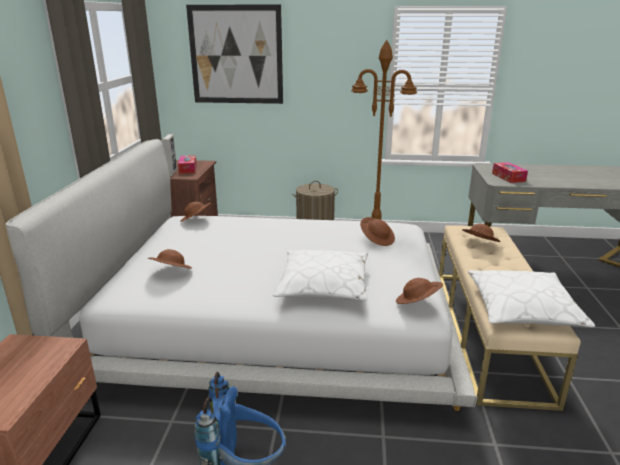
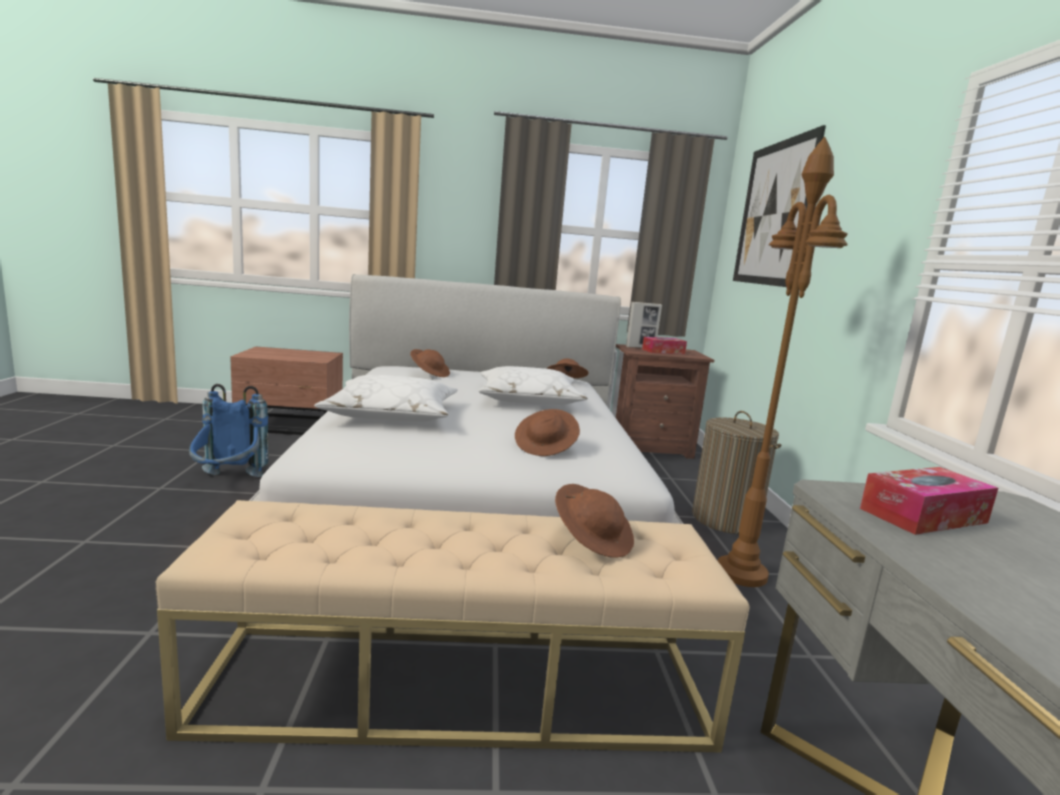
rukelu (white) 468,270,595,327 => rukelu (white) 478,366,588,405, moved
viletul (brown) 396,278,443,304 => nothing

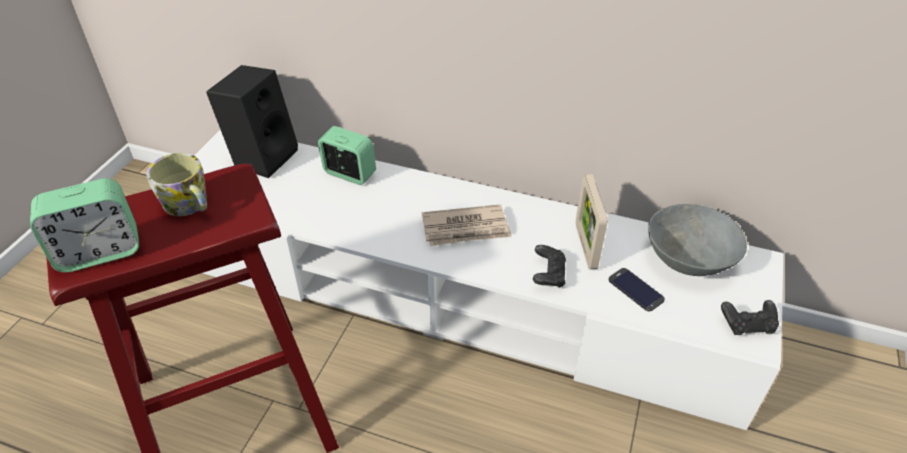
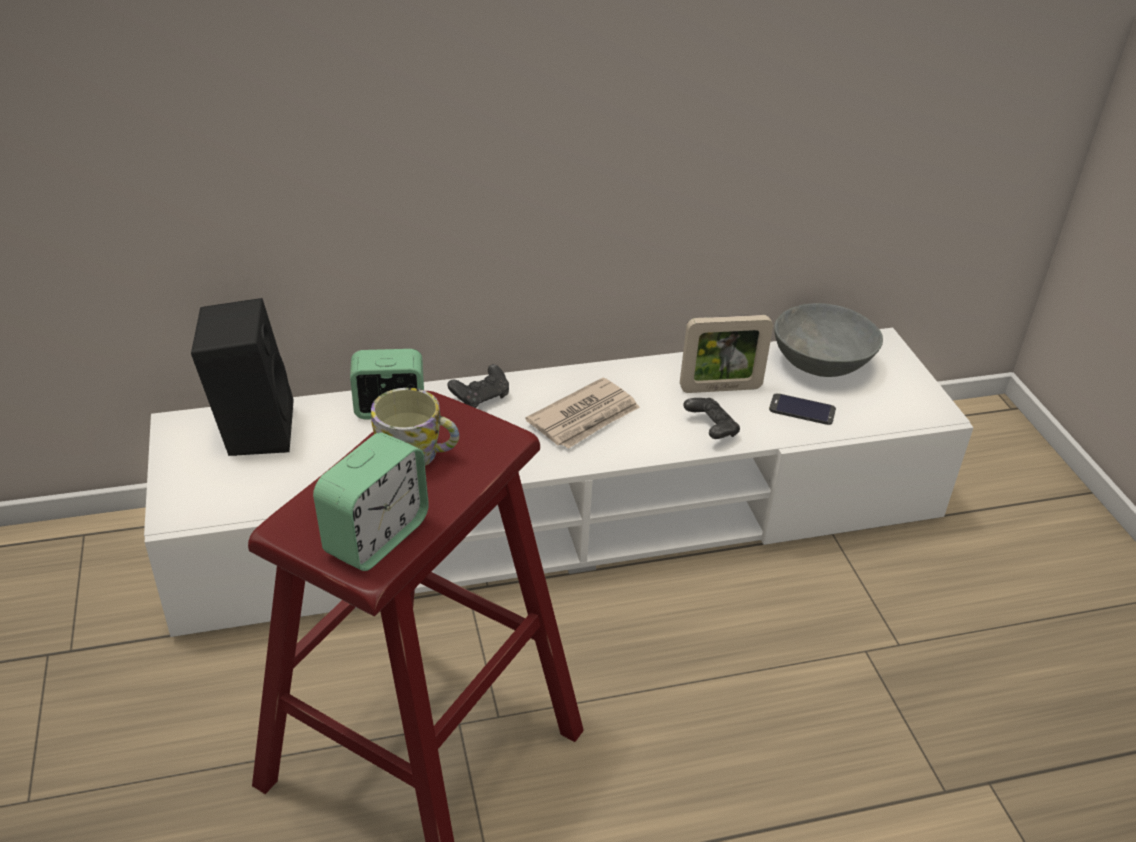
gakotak 576,173,607,269 => gakotak 680,315,773,393, 60 degrees counterclockwise
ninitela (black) 721,300,779,335 => ninitela (black) 447,364,509,408, moved

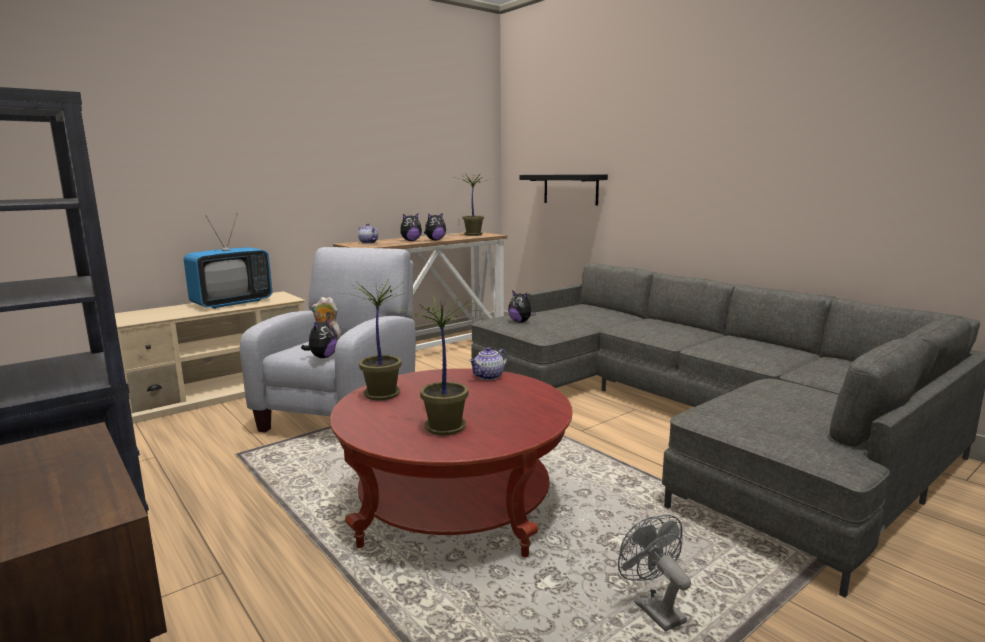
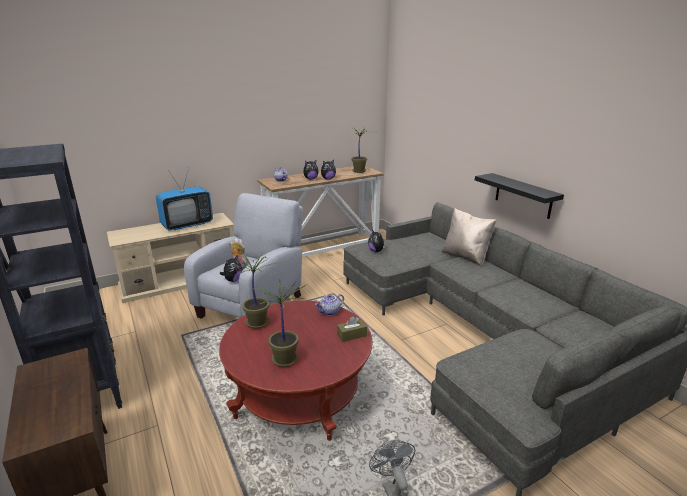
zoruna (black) 519,174,608,206 => zoruna (black) 475,173,564,219, moved
nothing => rukelu (beige) 441,208,496,266
nothing => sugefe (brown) 337,316,367,342

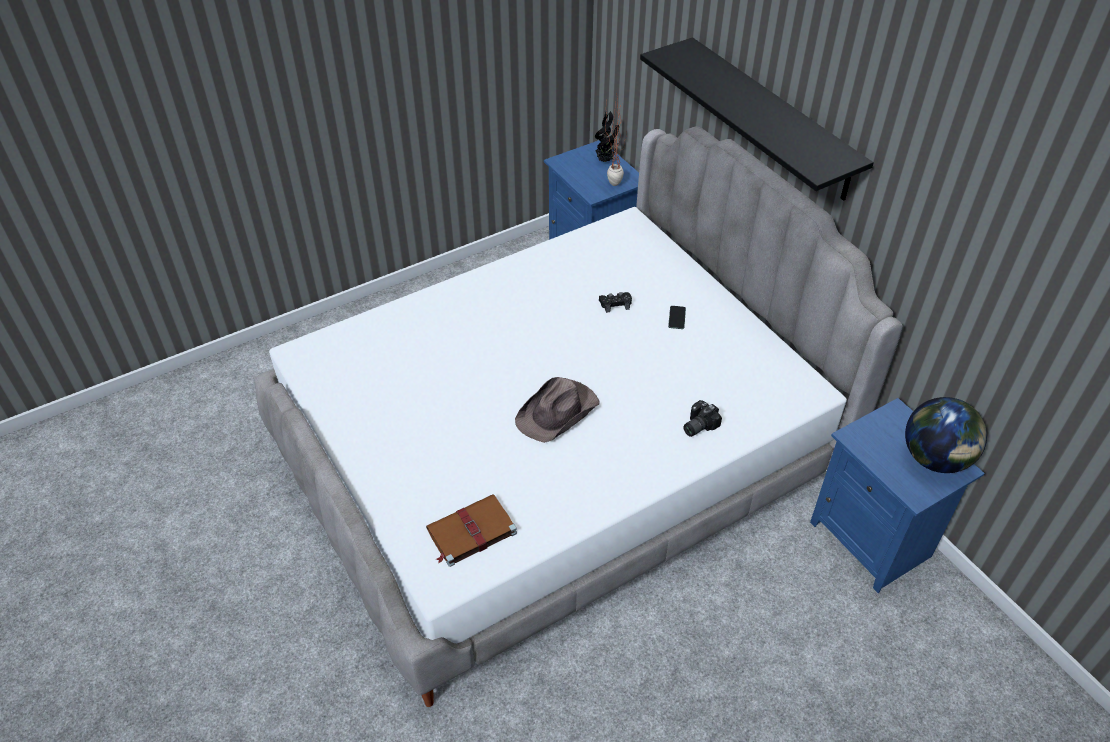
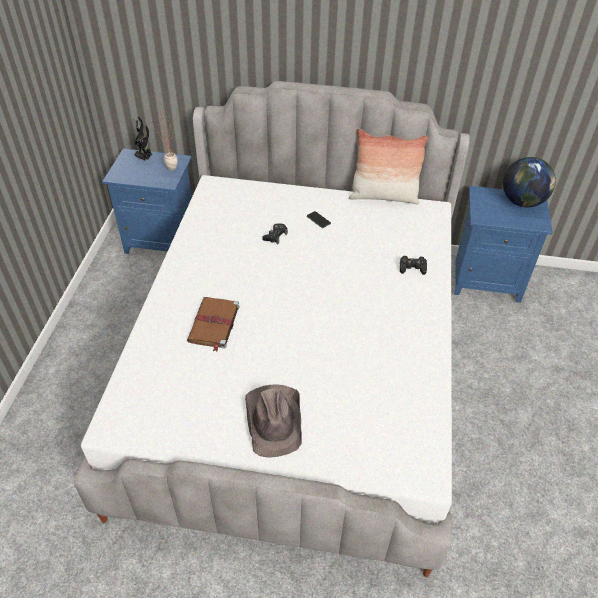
zoruna (black) 640,37,874,201 => nothing
viletul (brown) 515,377,600,443 => viletul (brown) 245,384,302,458, moved
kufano 683,400,722,437 => ninitela (black) 400,256,427,275
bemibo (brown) 426,494,517,567 => bemibo (brown) 187,297,239,351, moved
nothing => rukelu 349,128,428,204

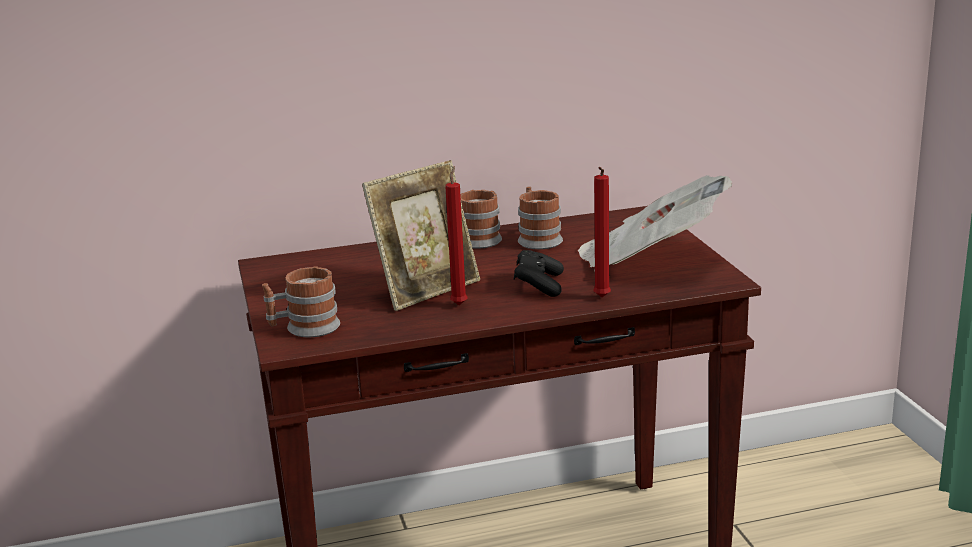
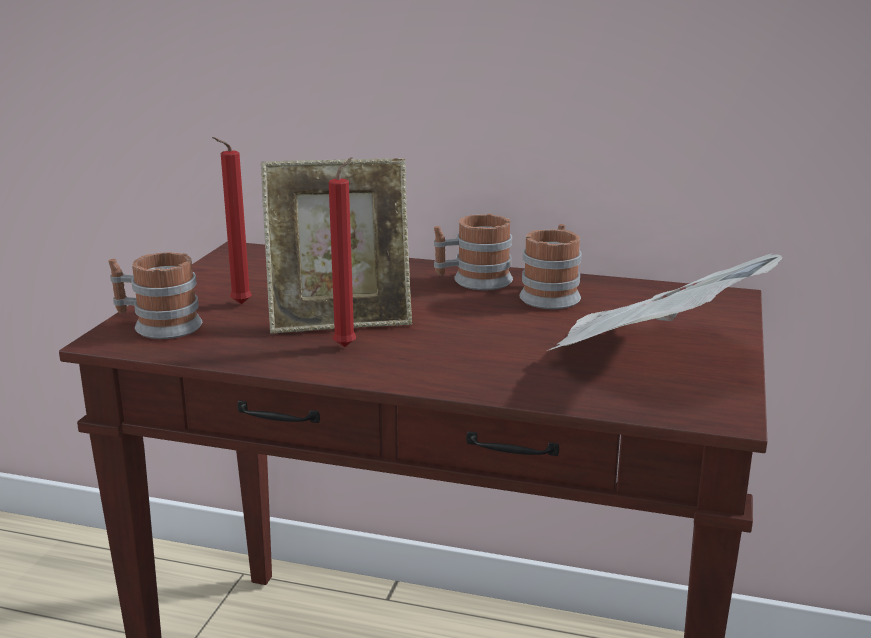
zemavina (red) 594,167,611,297 => zemavina (red) 212,137,252,304, moved
ninitela (black) 513,250,564,297 => nothing

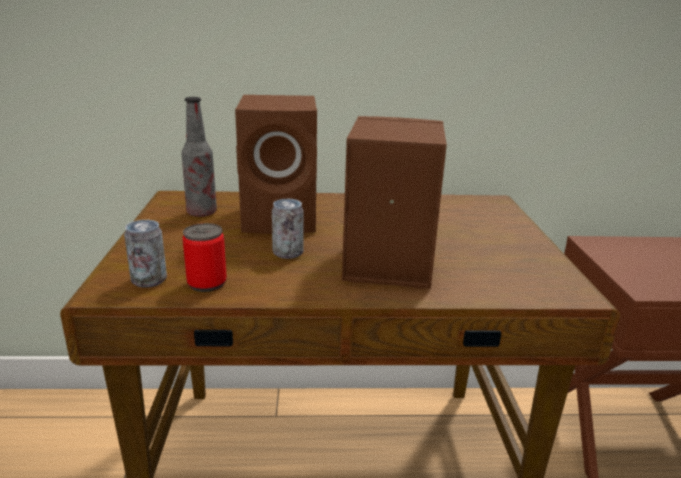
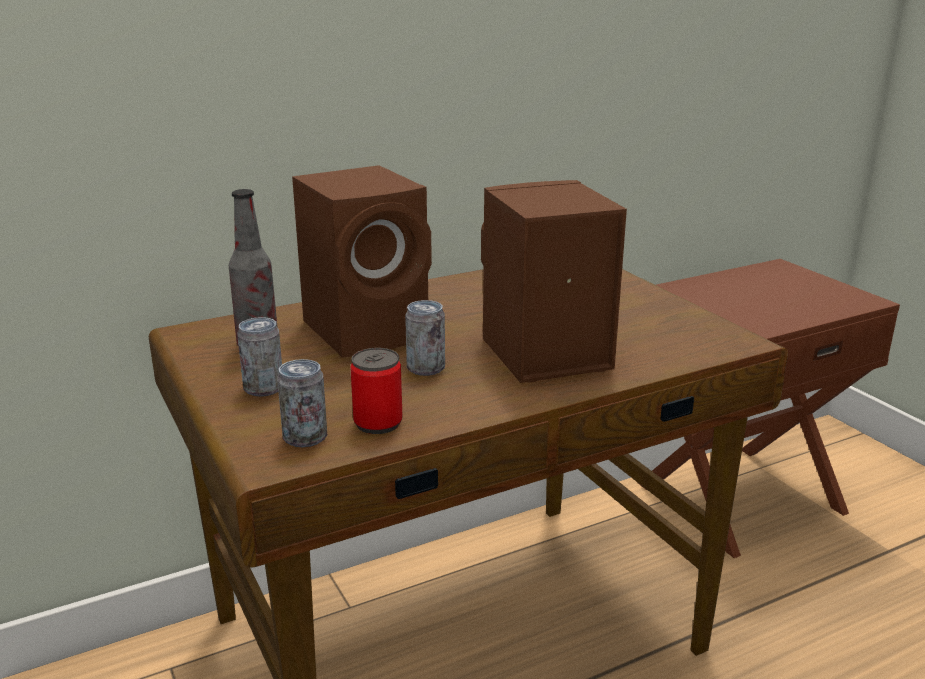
nothing => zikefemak 237,317,282,397

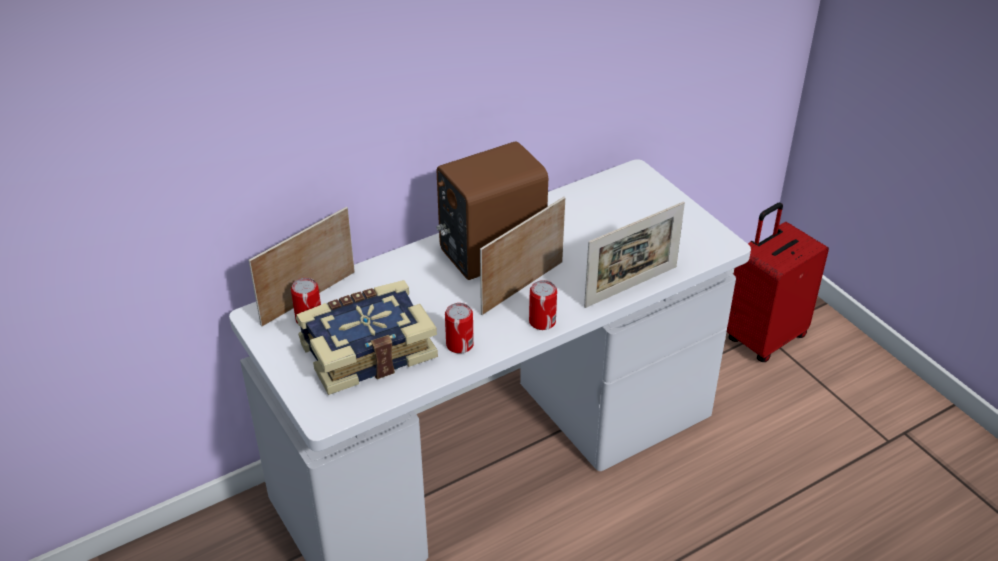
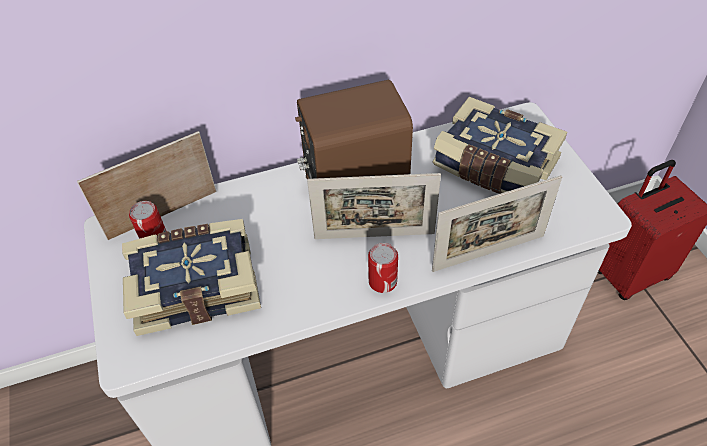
gakotak 480,197,565,315 => gakotak 307,173,441,239, 150 degrees counterclockwise
zikefemak 445,303,474,354 => nothing
nothing => bemibo 433,97,567,194

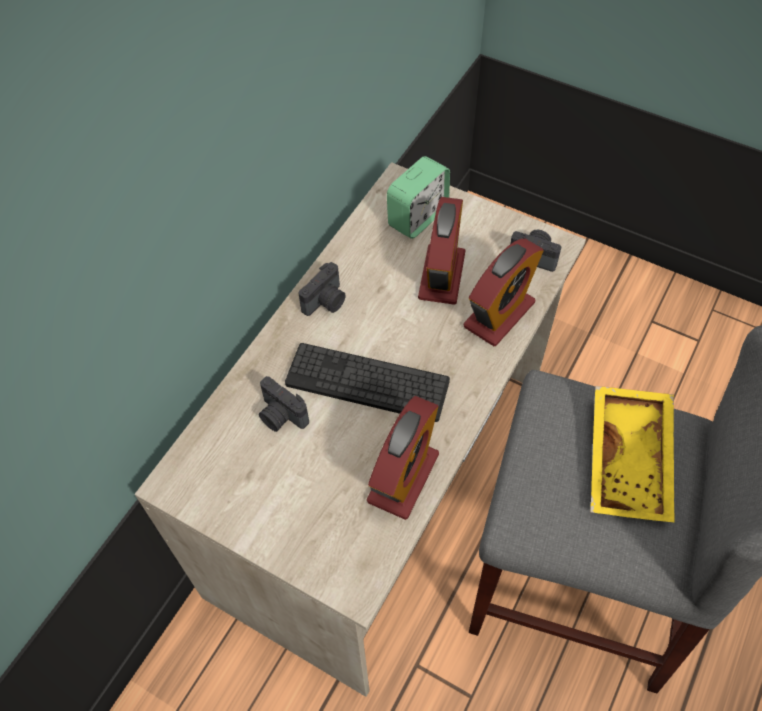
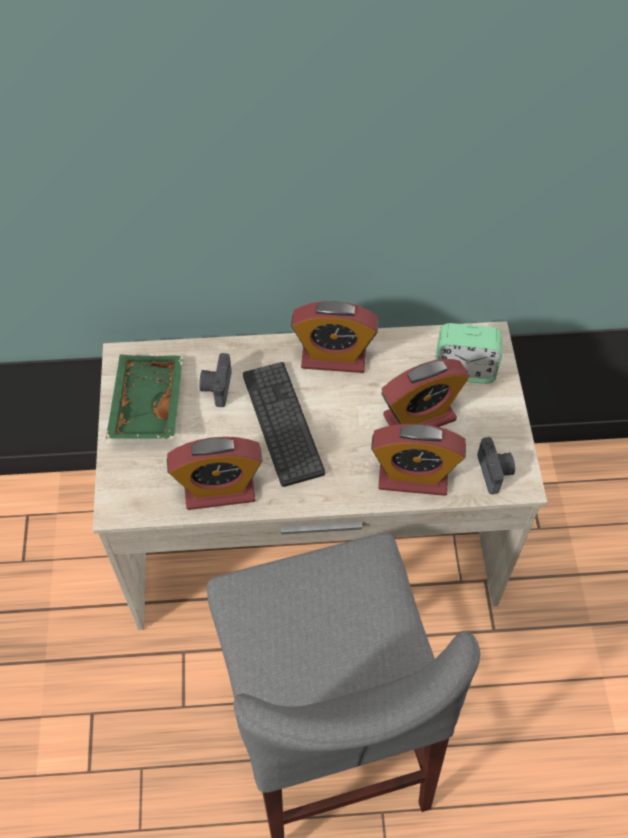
kufano 299,262,346,316 => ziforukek 291,301,379,373
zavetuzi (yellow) 591,386,674,522 => nothing
nothing => zavetuzi (green) 106,355,183,439

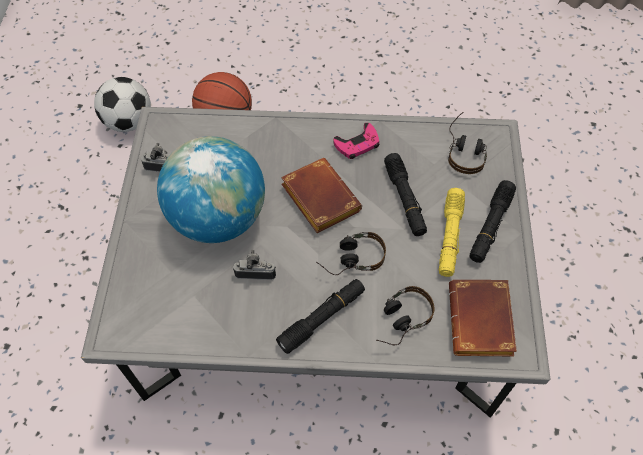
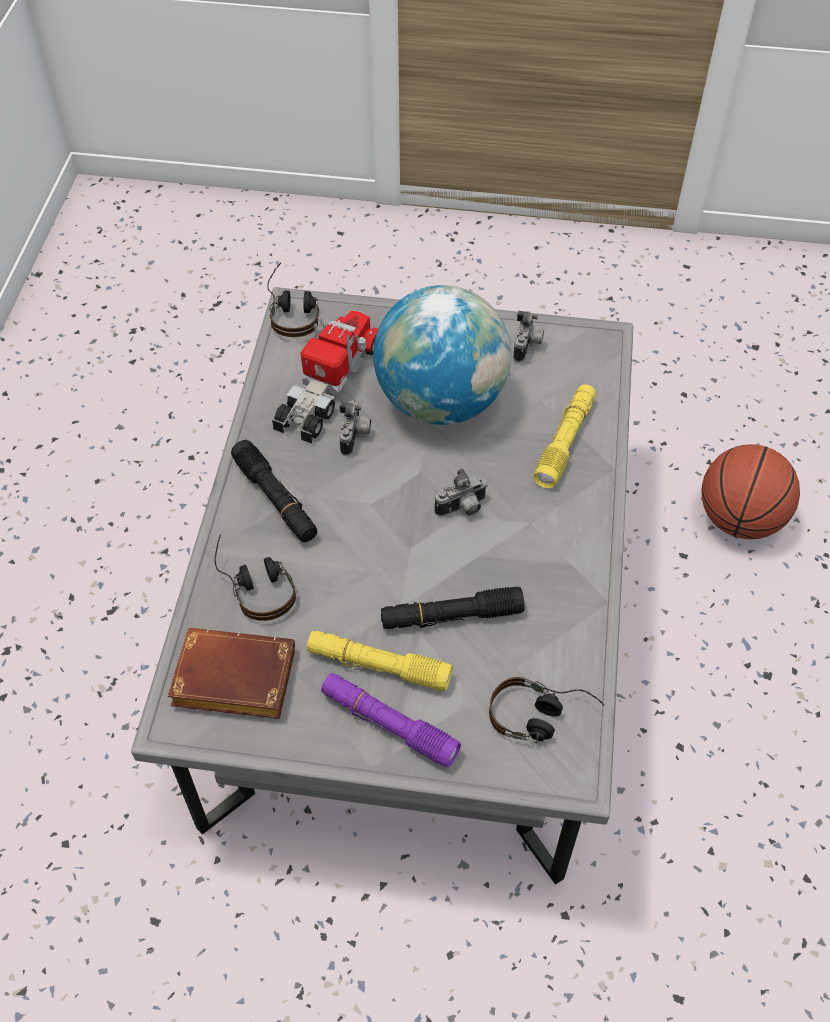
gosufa 94,77,151,132 => nothing
ninitela (pink) 333,123,379,159 => nothing
bemibo (brown) 281,158,362,233 => kufano 435,468,487,517
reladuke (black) 469,180,516,263 => reladuke (purple) 321,673,461,767
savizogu 316,232,386,275 => savizogu 267,263,319,337, moved
nothing => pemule 272,310,378,444
nothing => reladuke (yellow) 533,384,596,488

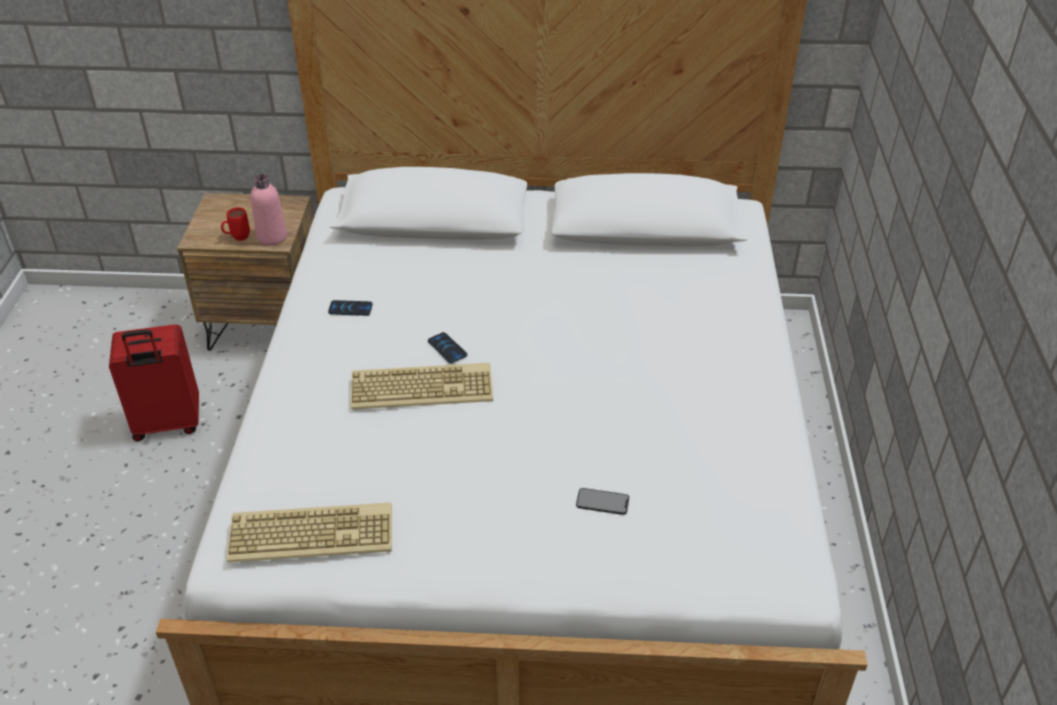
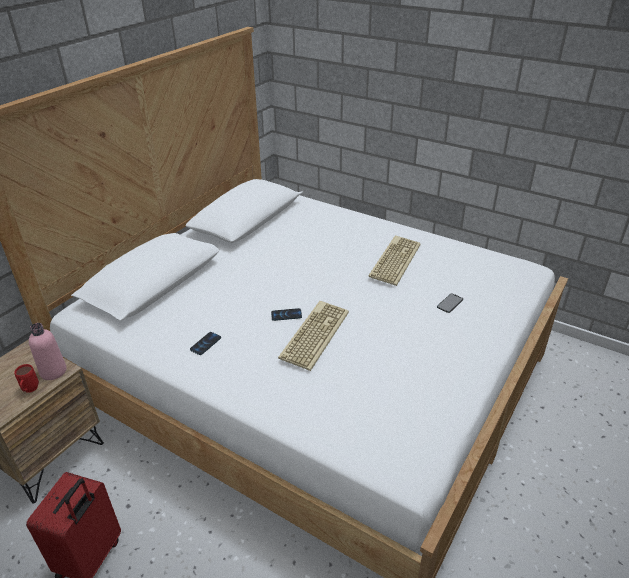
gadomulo 227,502,392,563 => gadomulo 368,236,421,286, moved

